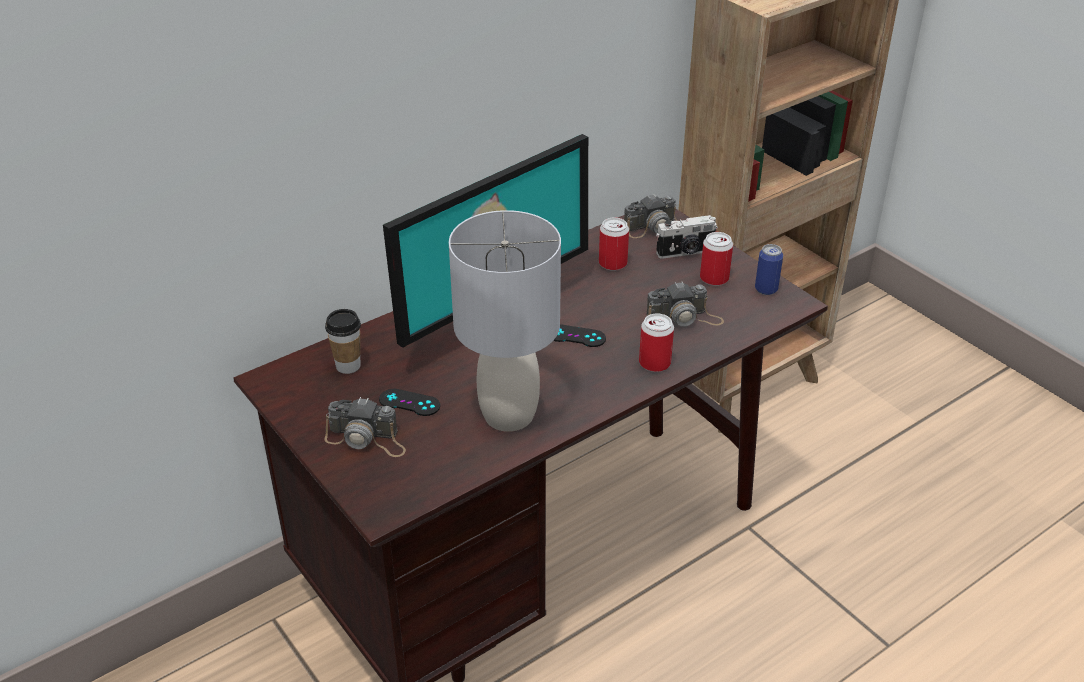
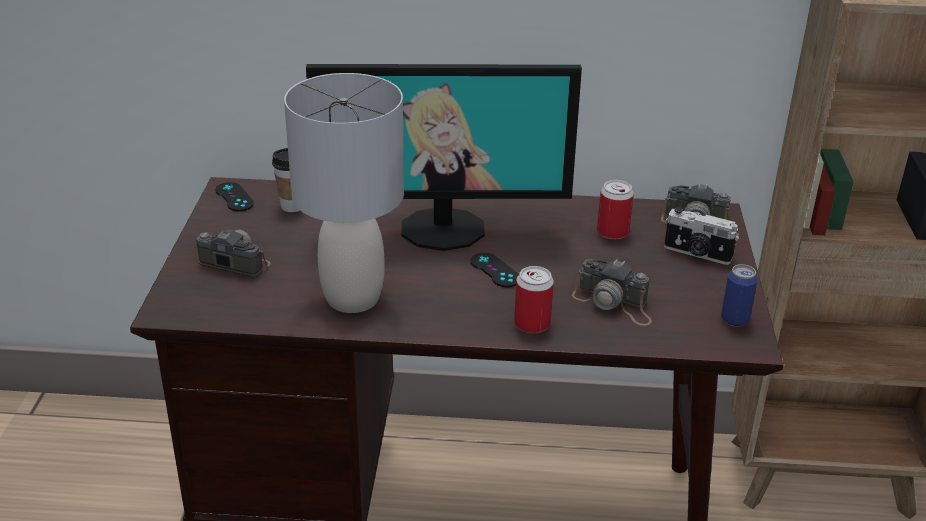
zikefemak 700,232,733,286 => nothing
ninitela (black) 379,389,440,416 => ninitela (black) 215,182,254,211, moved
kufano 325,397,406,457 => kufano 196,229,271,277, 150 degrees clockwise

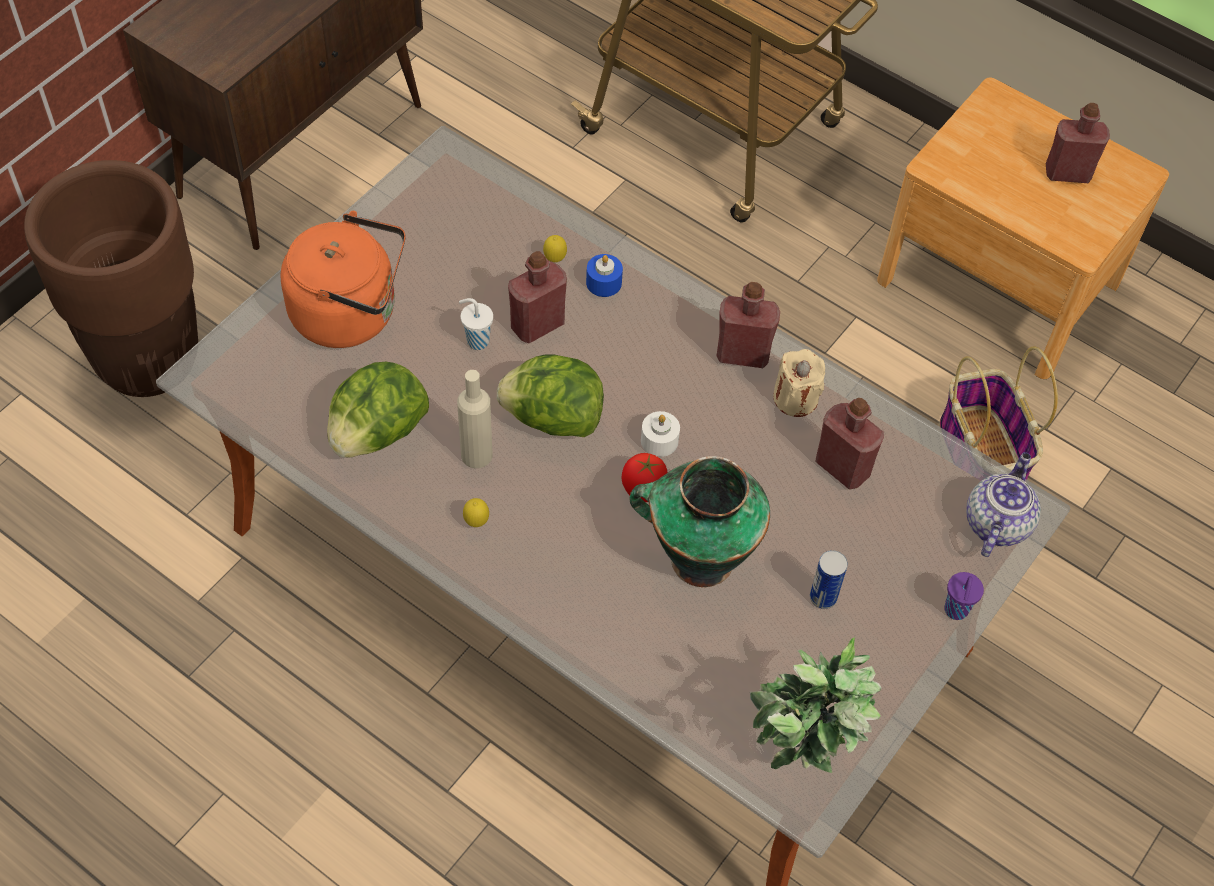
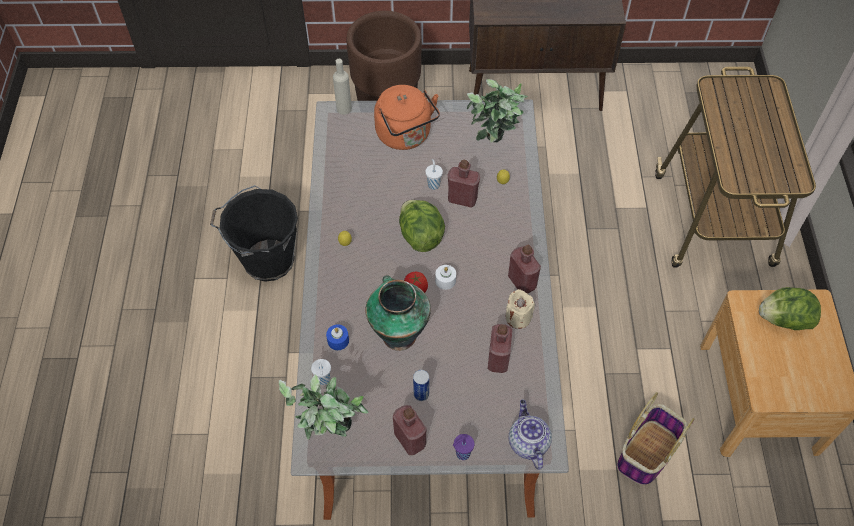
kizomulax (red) 1046,103,1110,183 => kizomulax (red) 393,405,426,455, moved
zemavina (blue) 586,254,623,297 => zemavina (blue) 326,324,349,350, moved
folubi 327,362,429,458 => folubi 759,287,821,330, moved
kizomulax (beige) 457,370,493,468 => kizomulax (beige) 333,59,352,115, moved
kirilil 966,452,1041,557 => kirilil 509,400,552,470, 90 degrees counterclockwise
nothing => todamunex 467,79,528,143
nothing => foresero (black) 210,185,298,282
nothing => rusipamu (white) 311,359,331,385

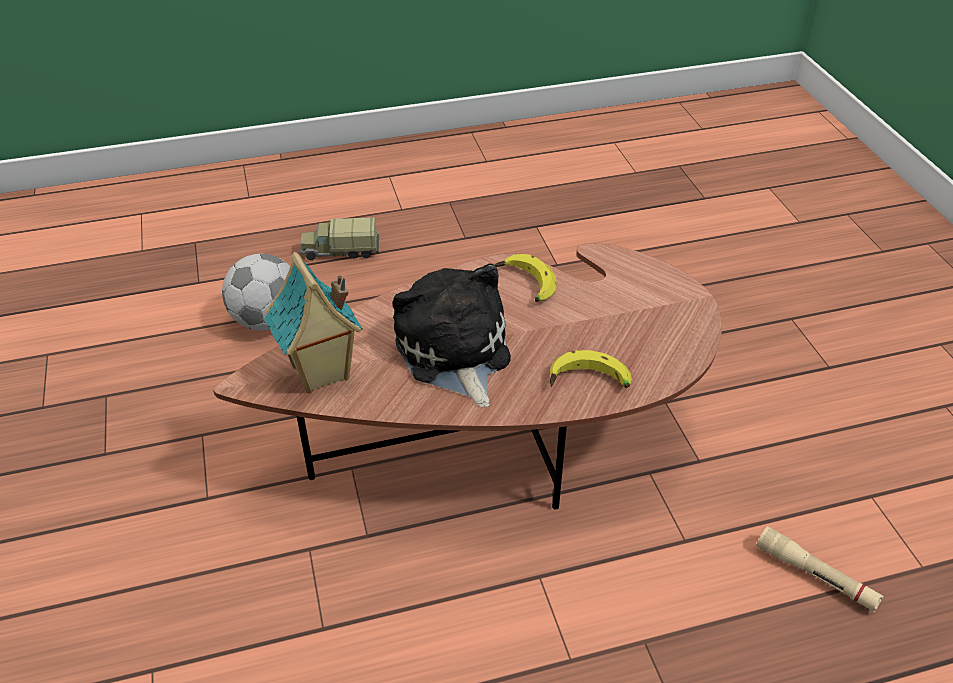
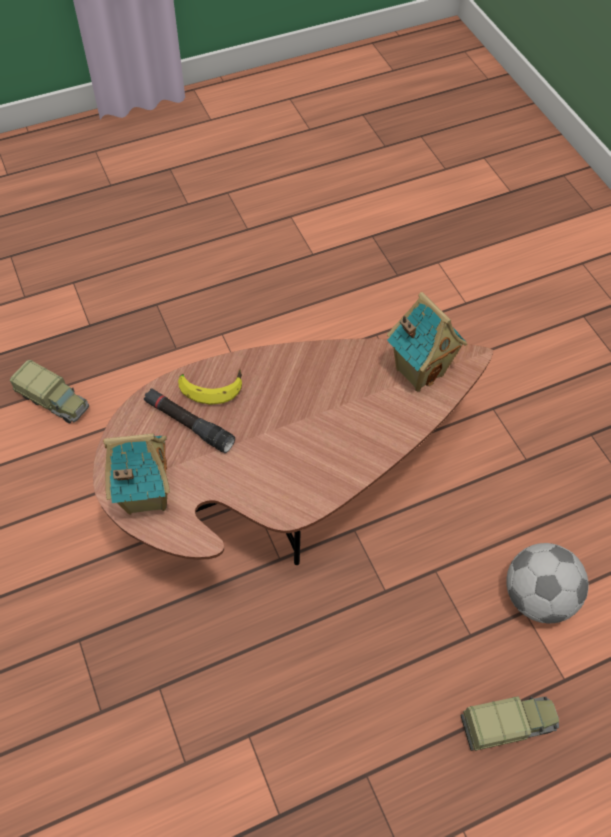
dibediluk 494,254,557,302 => nothing
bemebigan 392,263,511,407 => nothing
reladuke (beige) 757,526,884,612 => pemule 10,360,89,424
nothing => reladuke (black) 144,388,235,453
nothing => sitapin 103,433,170,515

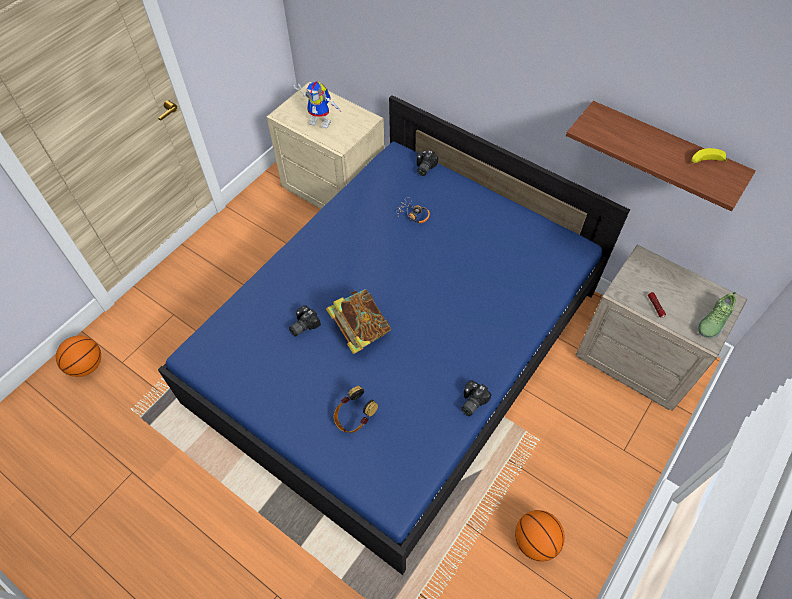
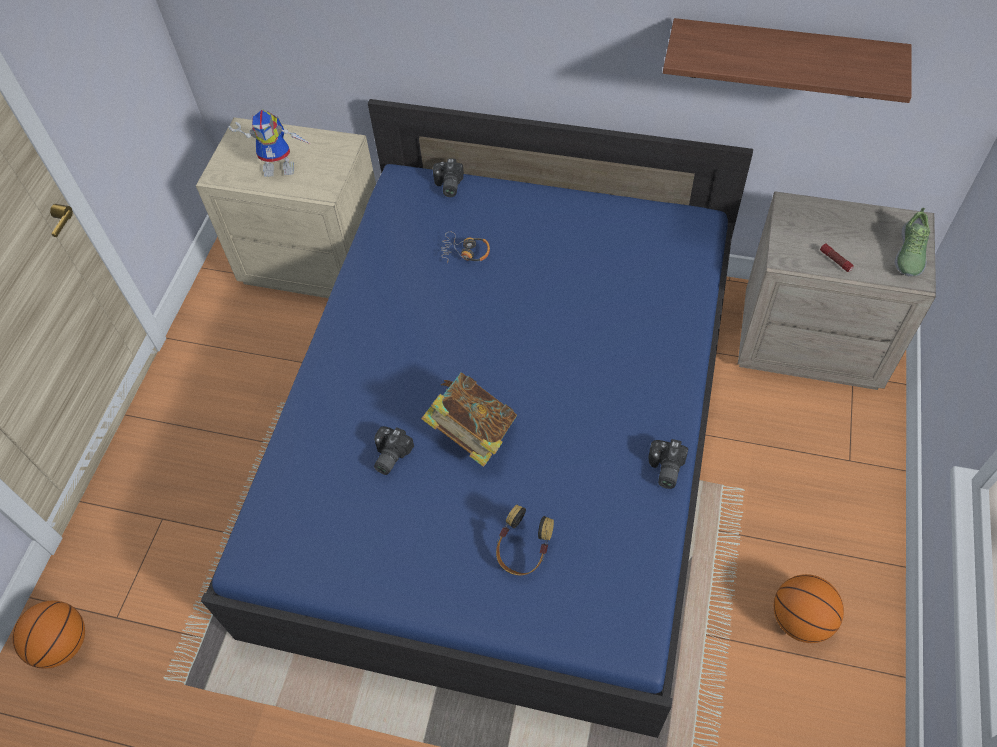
dibediluk 691,148,728,163 => nothing

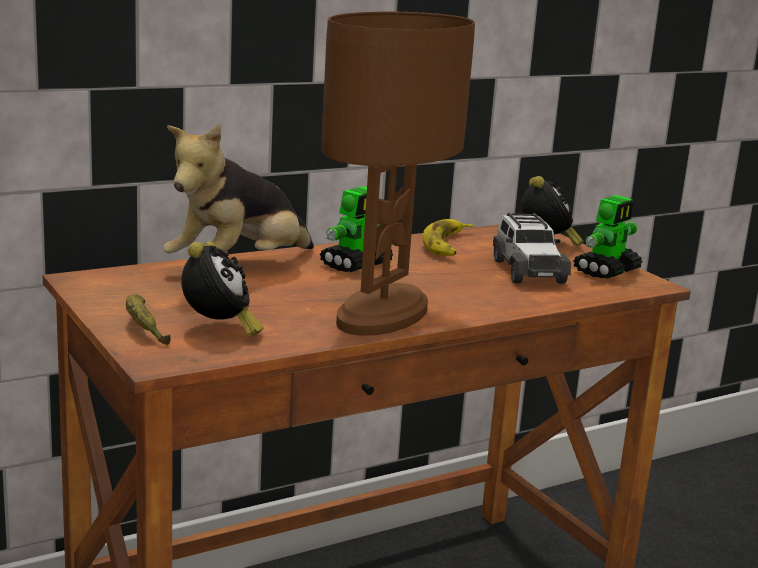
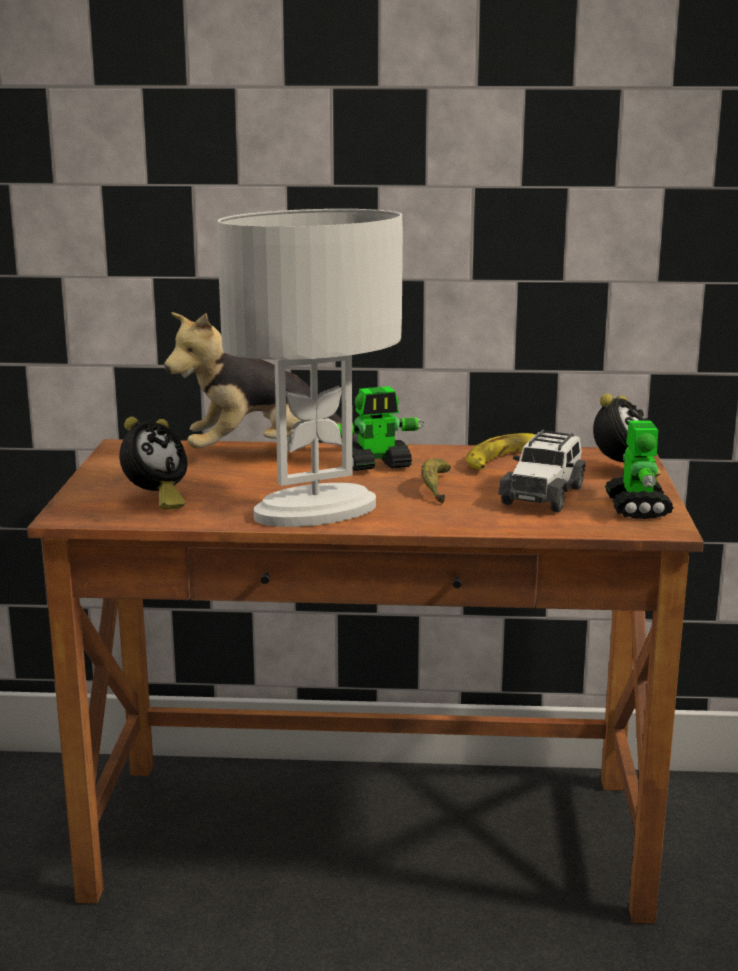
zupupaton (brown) 322,12,475,336 => zupupaton (white) 217,209,403,527
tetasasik 573,195,643,279 => tetasasik 605,421,674,519, 75 degrees counterclockwise
dibediluk 126,294,171,345 => dibediluk 421,458,451,504, moved

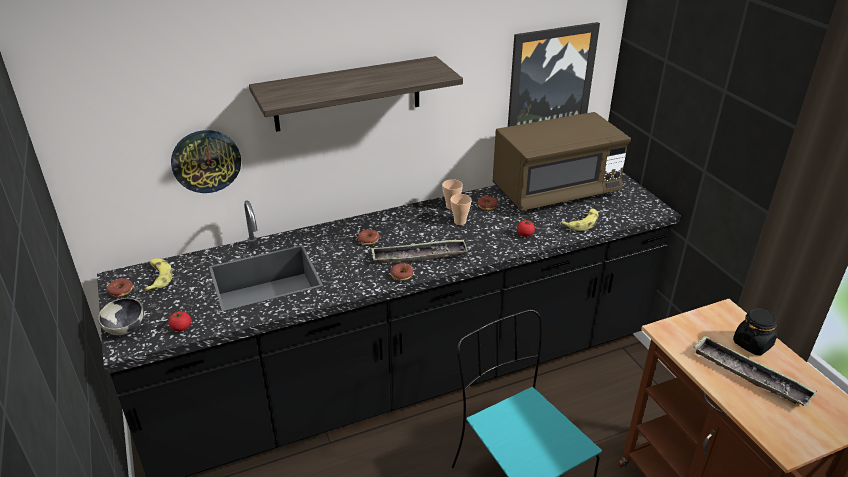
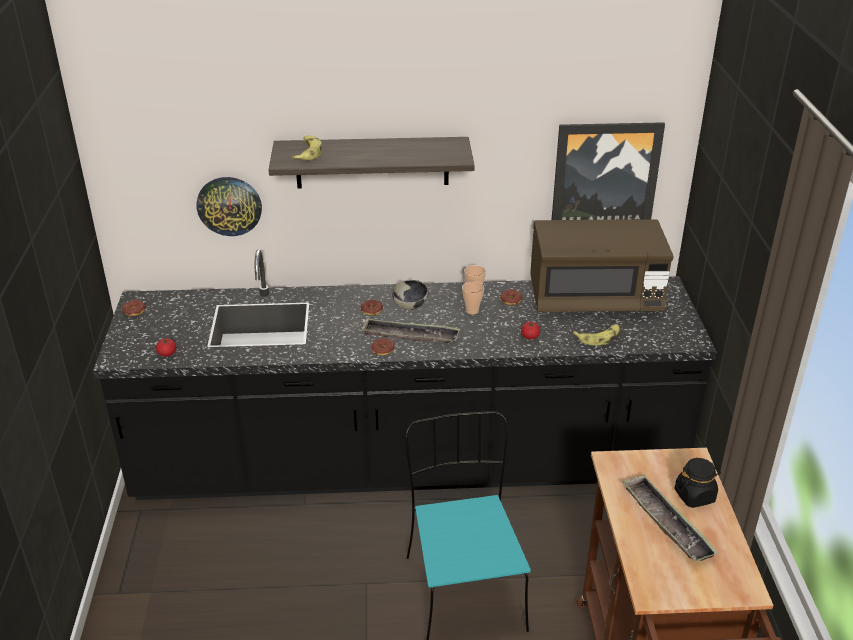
dibediluk 144,258,173,291 => dibediluk 292,135,322,160, moved
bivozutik 98,298,144,336 => bivozutik 392,280,428,310, moved

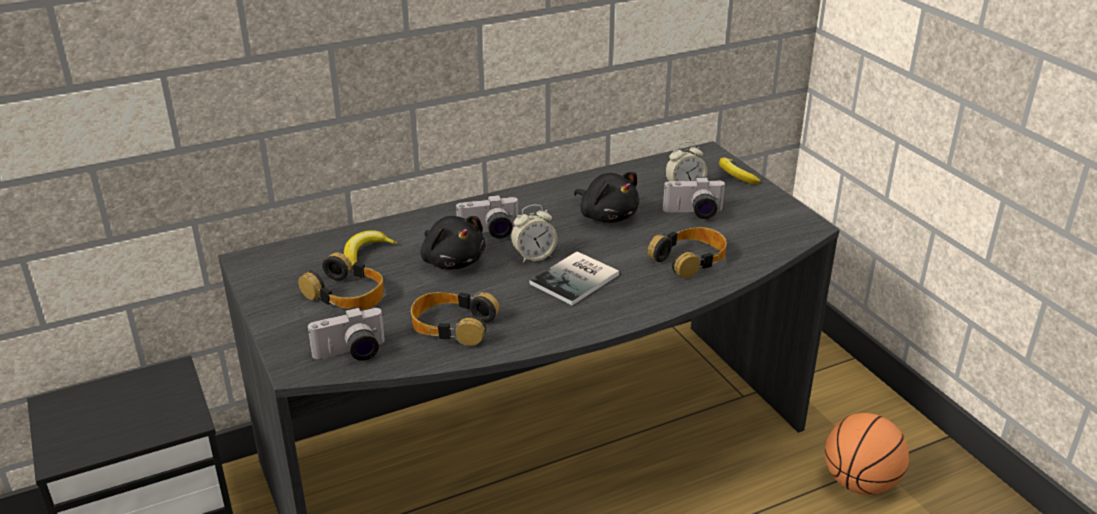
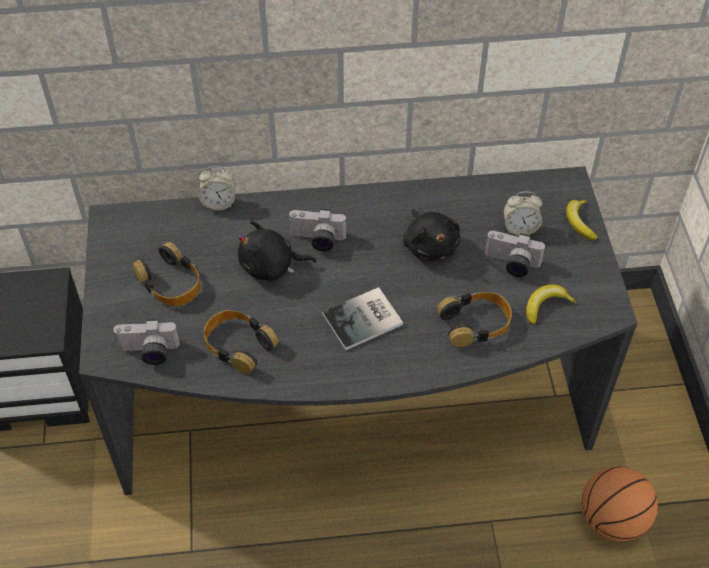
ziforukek 511,205,557,263 => ziforukek 198,166,235,210, moved
bemebigan (black) 421,216,485,270 => bemebigan (black) 238,220,317,281, 105 degrees clockwise
dibediluk 344,230,397,269 => dibediluk 526,285,576,324, moved

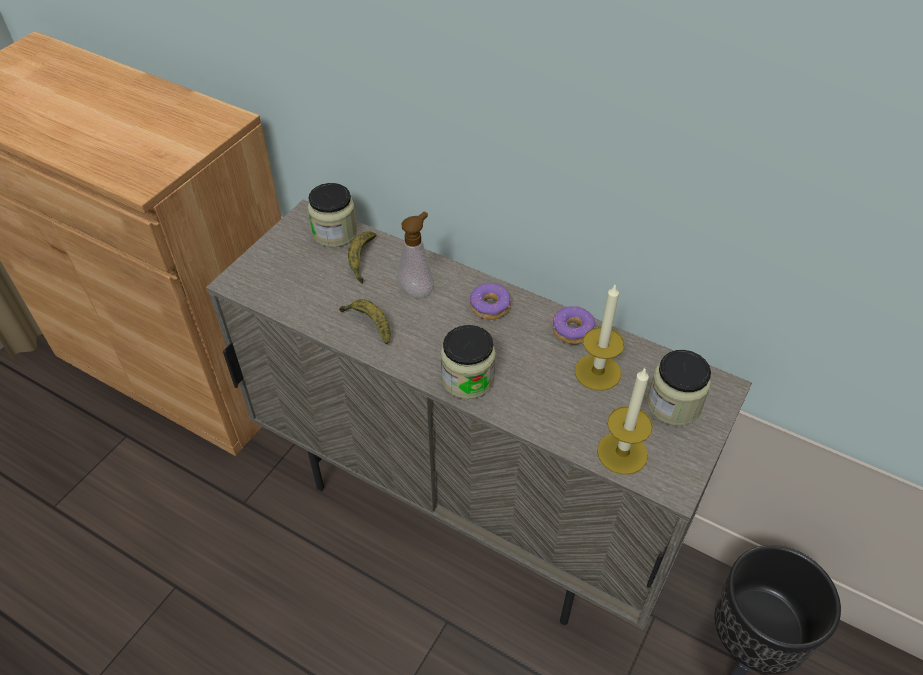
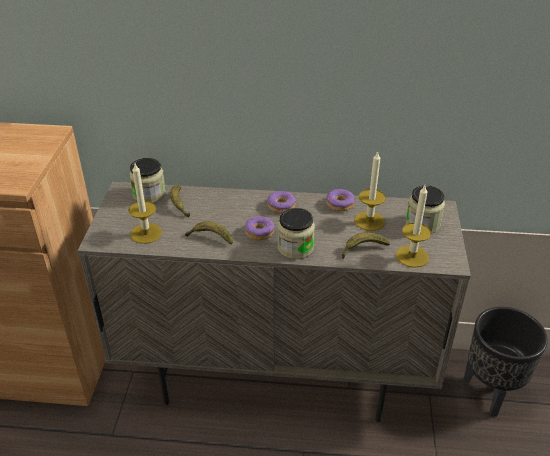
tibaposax 397,212,434,298 => nothing
nothing => zemavina 128,164,162,244
nothing => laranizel 245,216,274,240
nothing => dibediluk 342,233,390,259

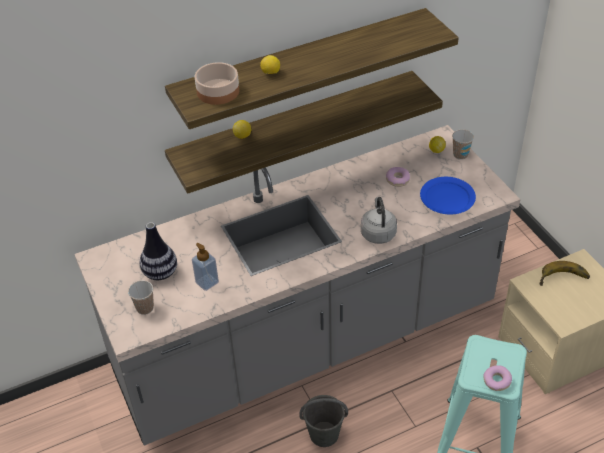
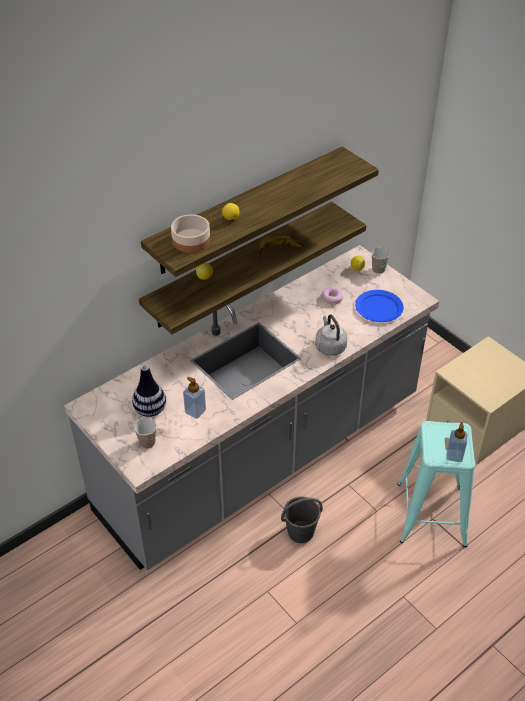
dibediluk 539,261,590,286 => dibediluk 257,234,304,258, moved
laranizel 484,365,512,391 => tibaposax 446,422,468,462

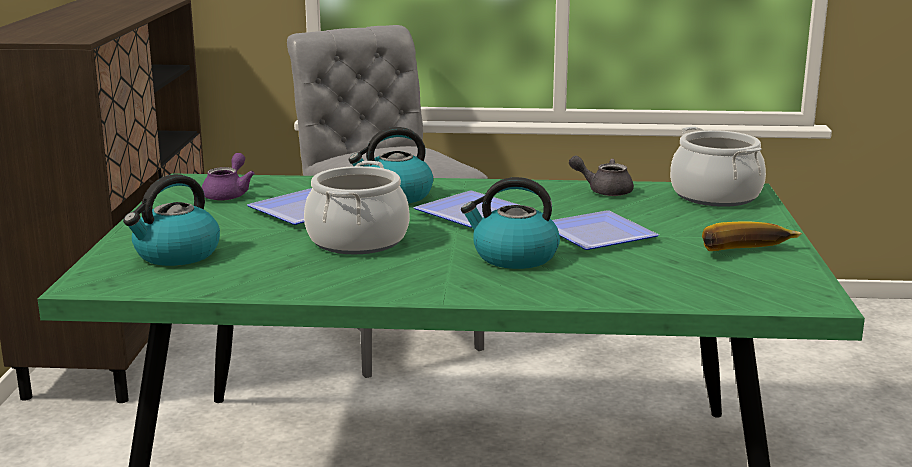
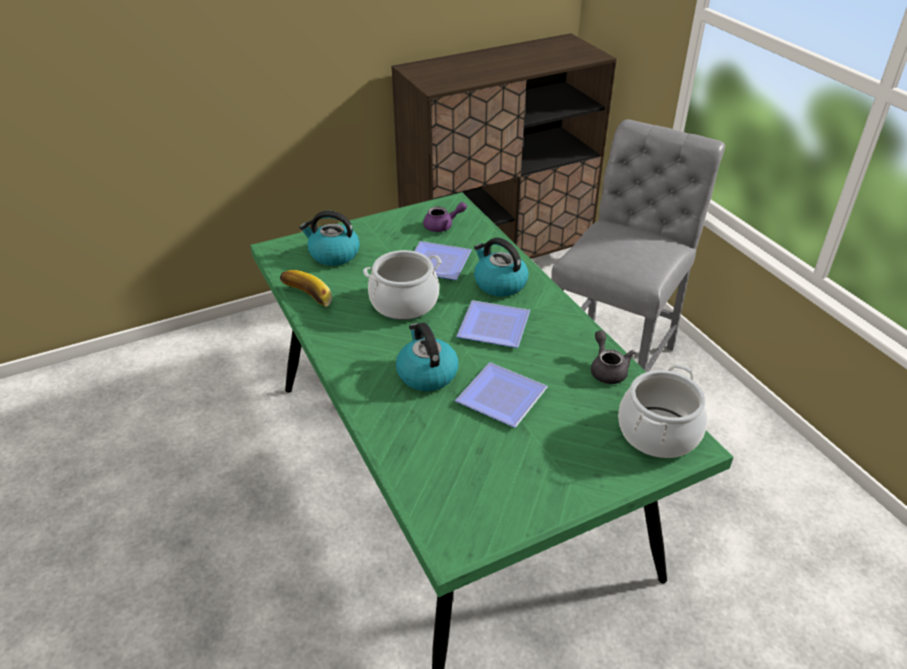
dibediluk 702,221,802,251 => dibediluk 280,270,332,307, moved

